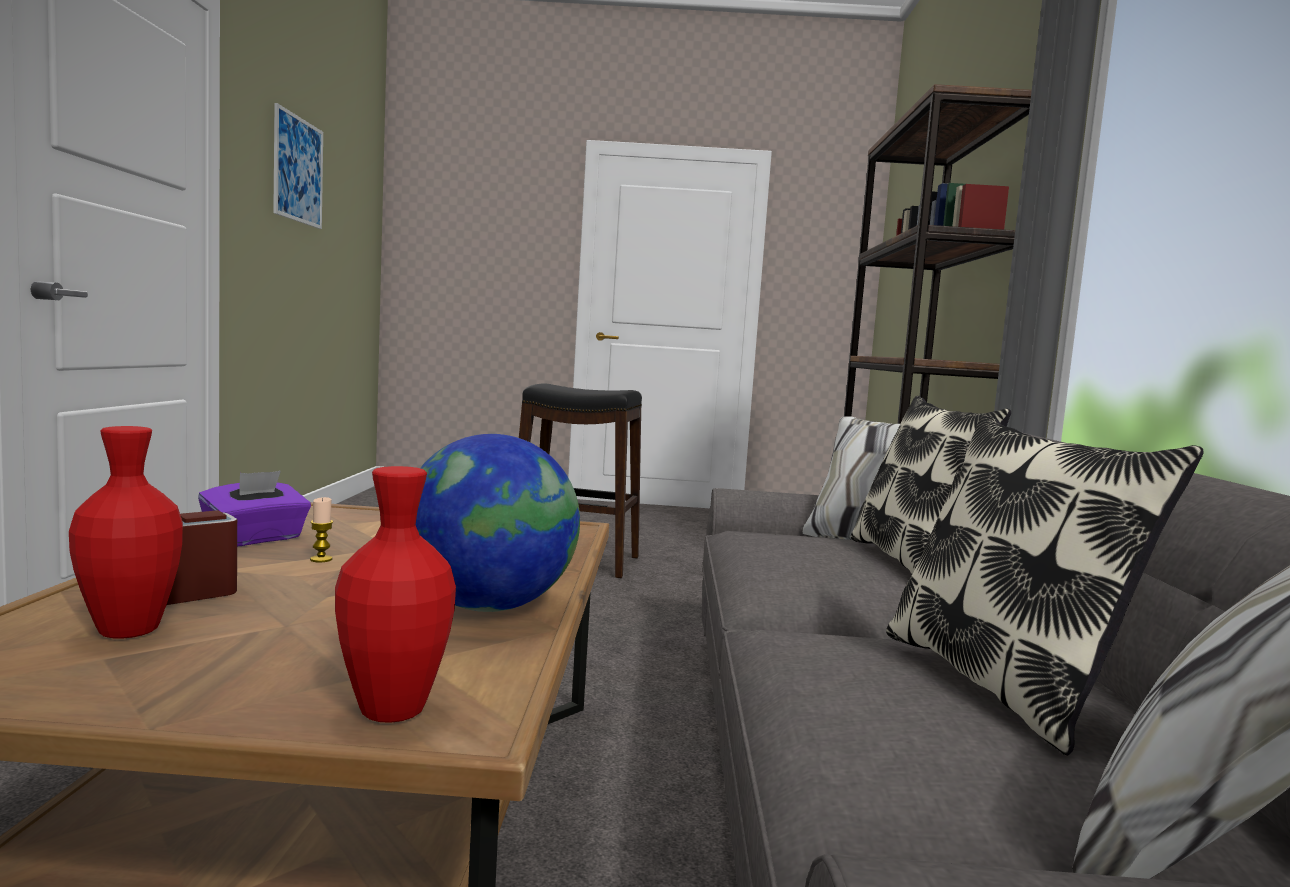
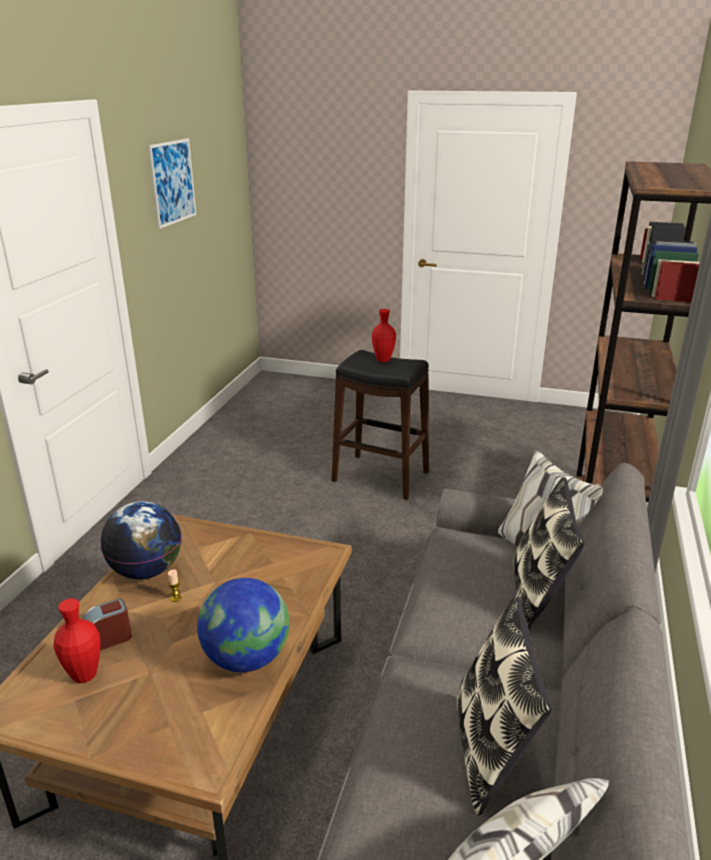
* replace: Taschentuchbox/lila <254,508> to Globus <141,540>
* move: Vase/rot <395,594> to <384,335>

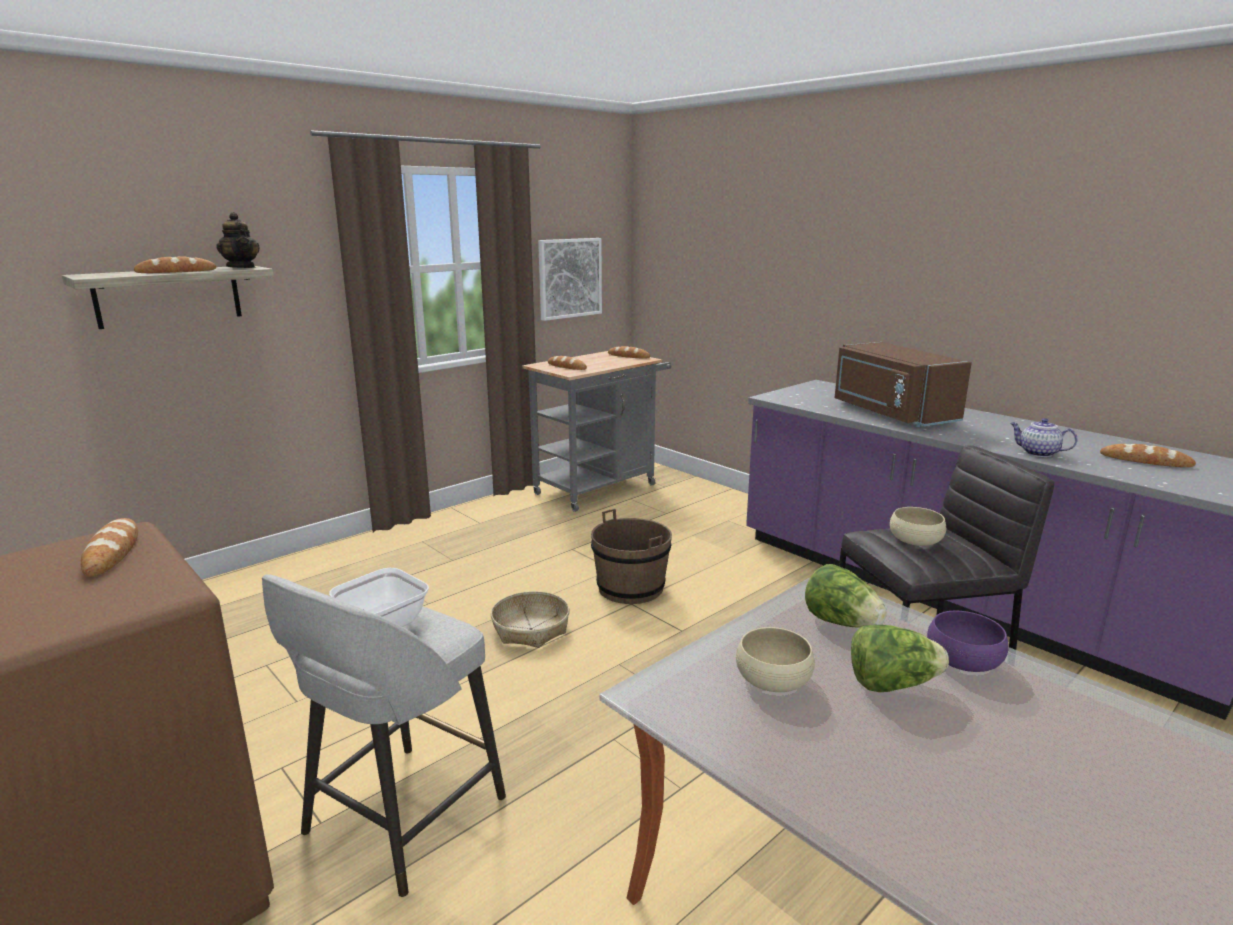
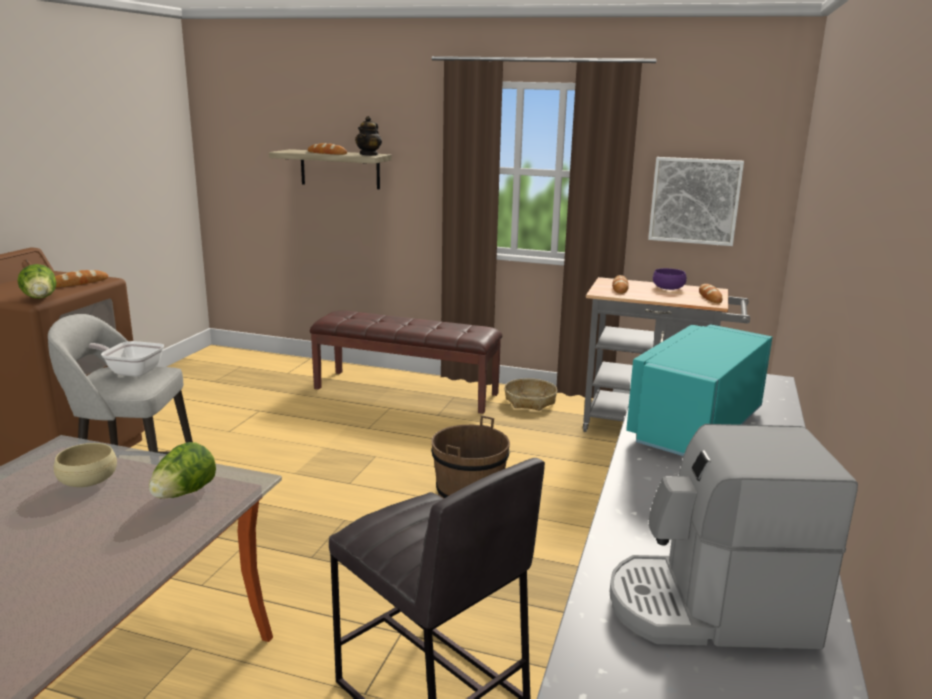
* move: Korb <530,619> to <530,394>
* recolor: Mikrowelle/braun <903,384> to Mikrowelle/türkis <699,390>
* move: Salatkopf <900,658> to <37,281>
* delete: Schüssel/beige <918,526>
* move: Schüssel/lila <968,641> to <670,279>
* delete: Teekanne <1044,437>
* replace: Brot <1148,455> to Kaffeemaschine <734,536>
* insert: Bank/braun <406,362>

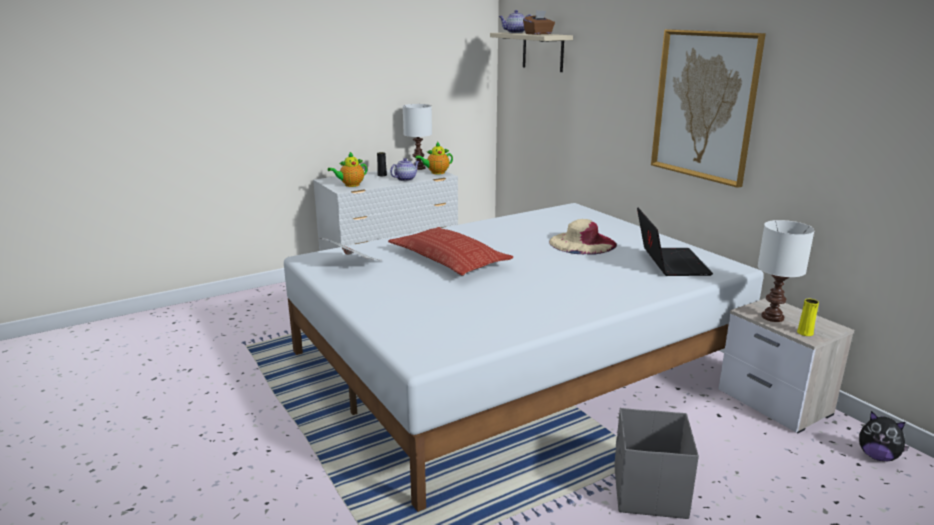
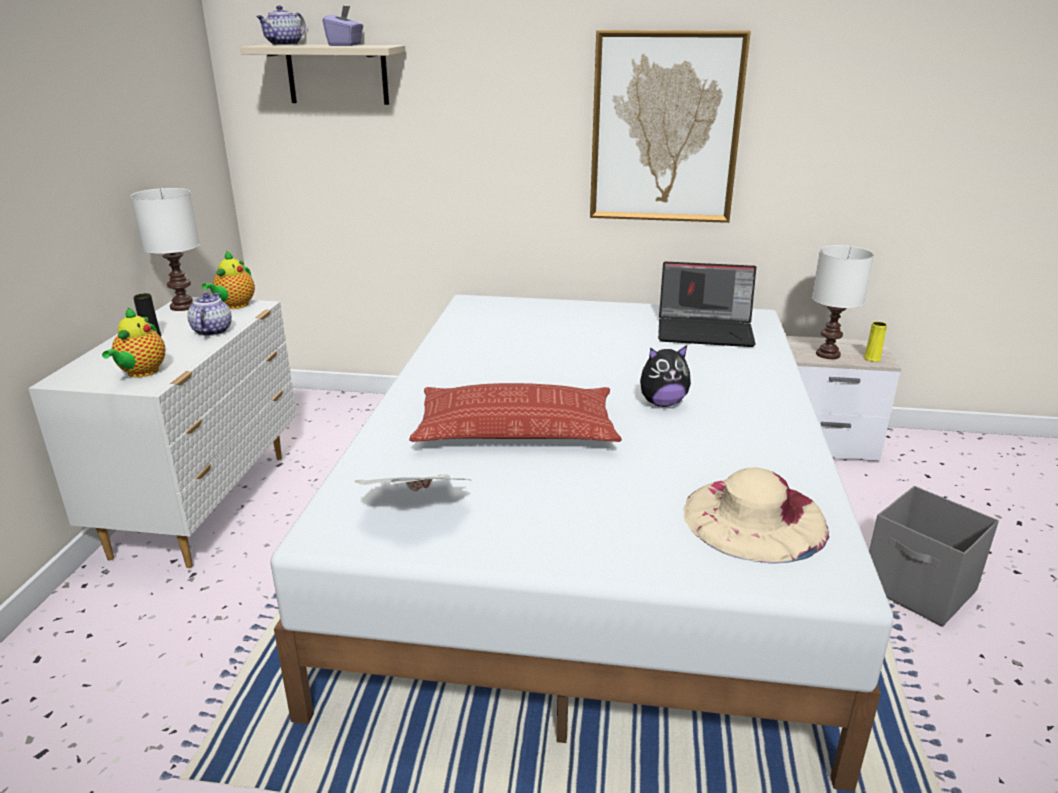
* recolor: Taschentuchbox/braun <539,23> to Taschentuchbox/lila <343,26>
* move: Hut/beige <583,237> to <756,515>
* rotate: Laptop <675,242> = <707,304> 150 degrees clockwise
* move: Plüschtier <884,436> to <665,376>

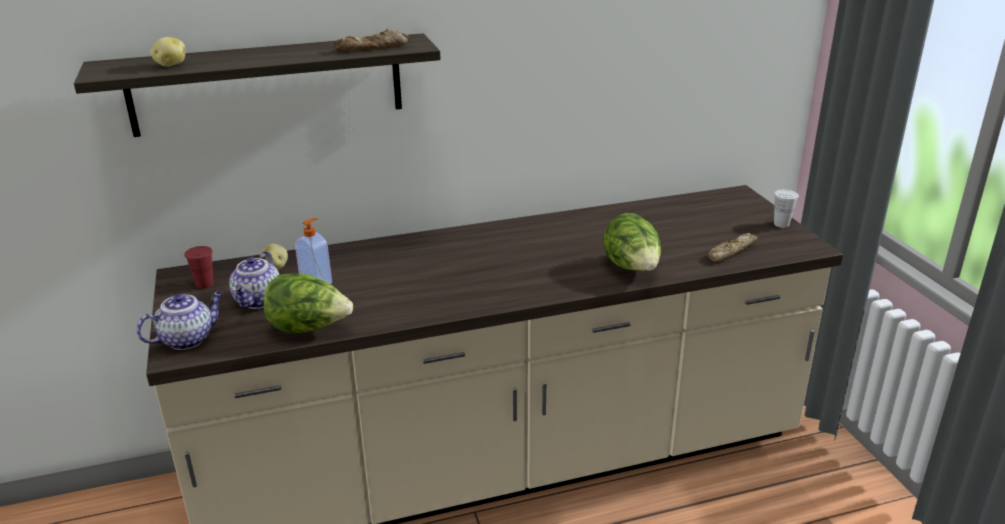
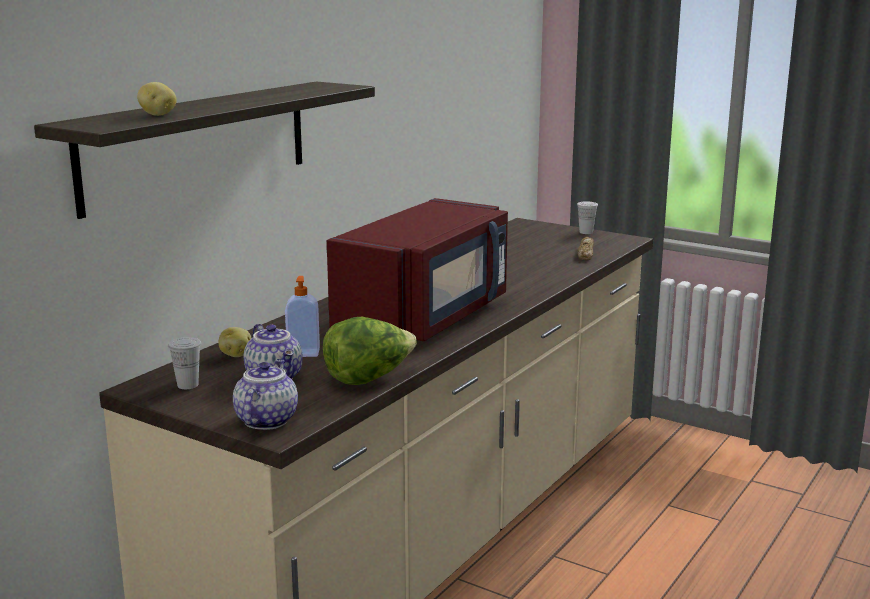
* recolor: Tasse/rot <199,267> to Tasse/weiß <184,363>
* delete: Brot <371,40>
* delete: Salatkopf <632,242>
* insert: Mikrowelle/rot <417,269>

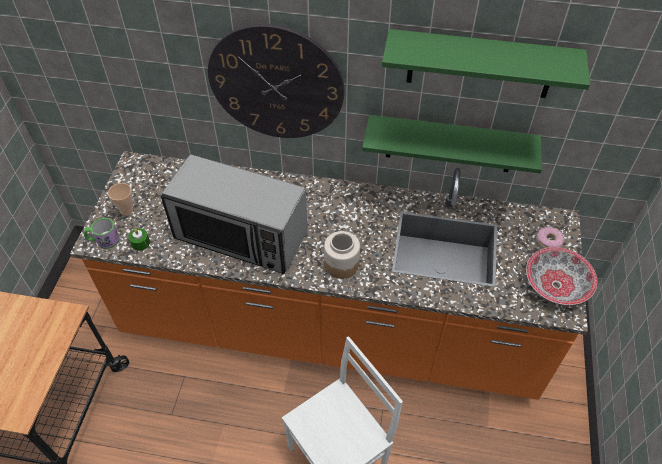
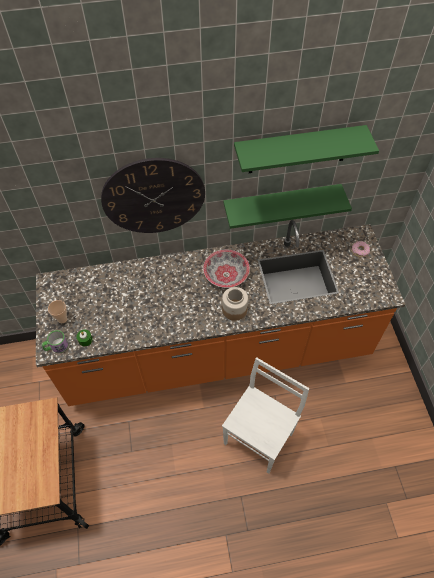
* delete: Mikrowelle <234,214>
* move: Schüssel <561,276> to <226,269>

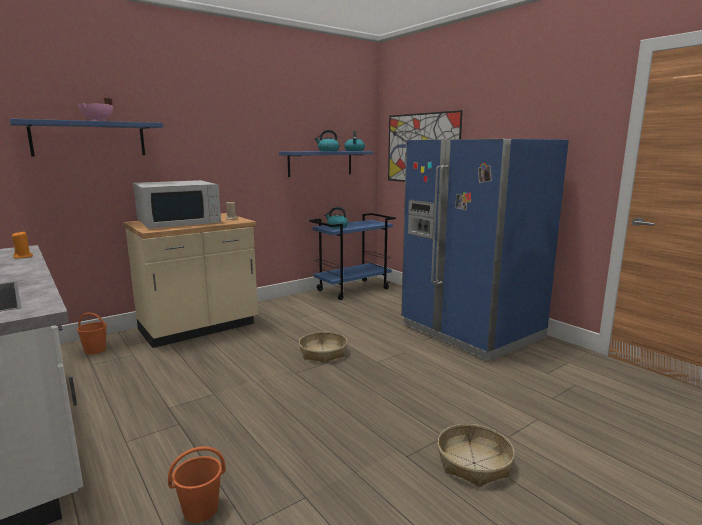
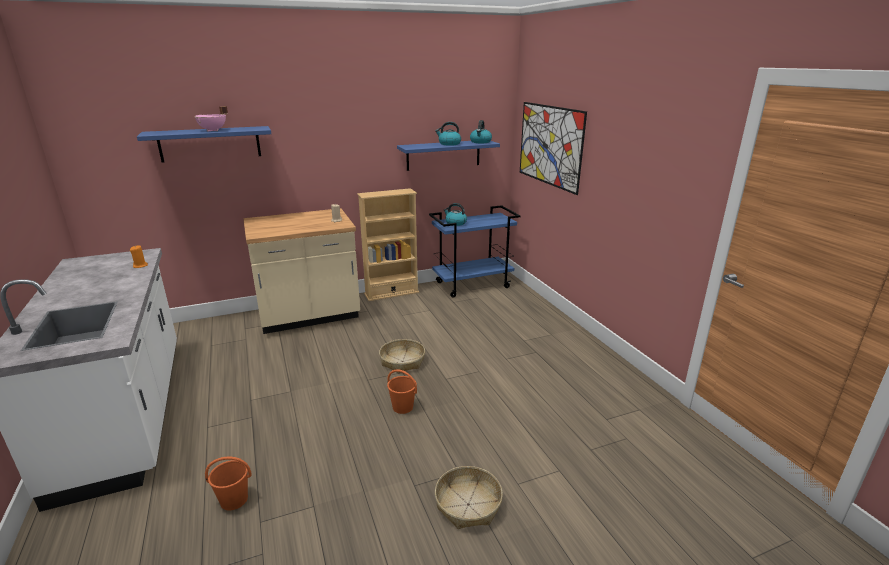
* move: Eimer/orange <92,334> to <402,391>
* delete: Mikrowelle/weiß <177,204>
* delete: Kühlschrank/blau <485,250>
* insert: Bücherregal/beige <388,244>

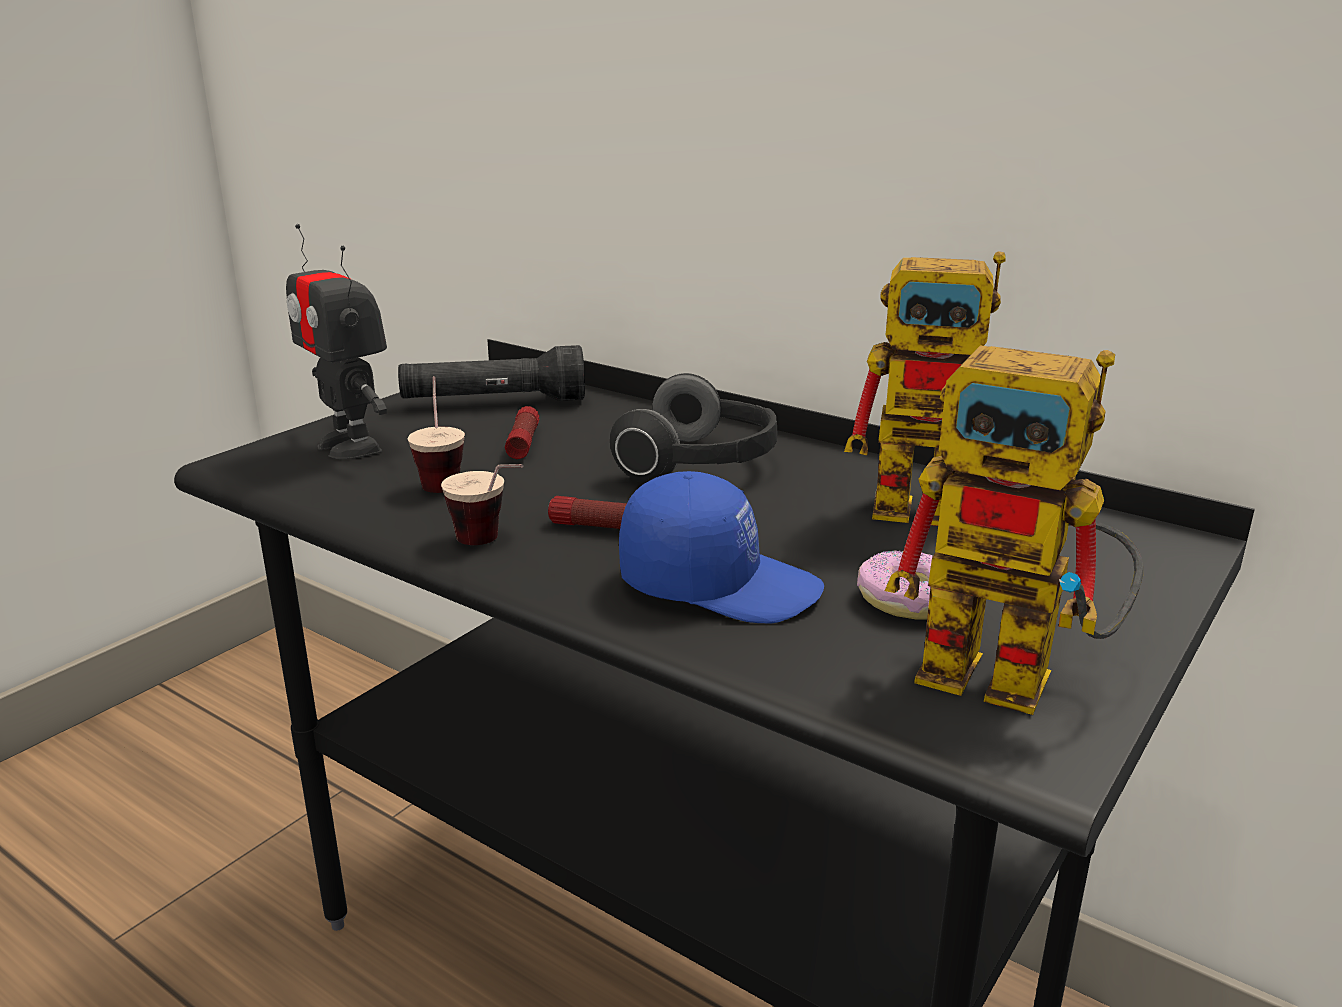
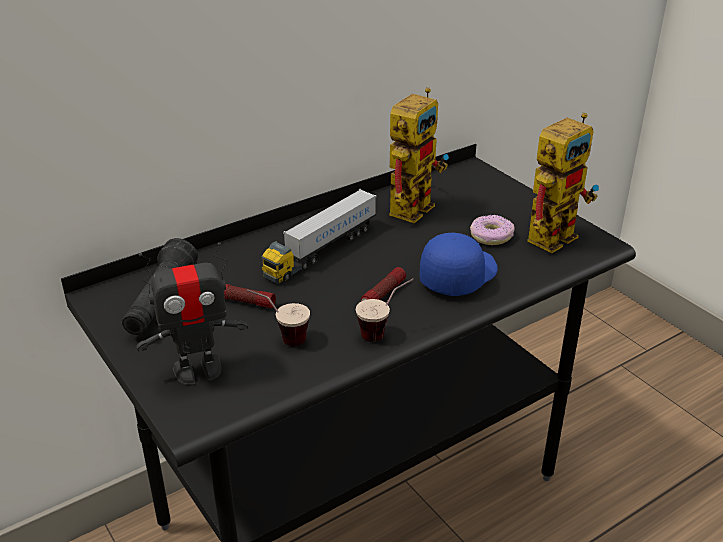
* replace: Kopfhörer <693,428> to Spielzeuglaster <319,236>

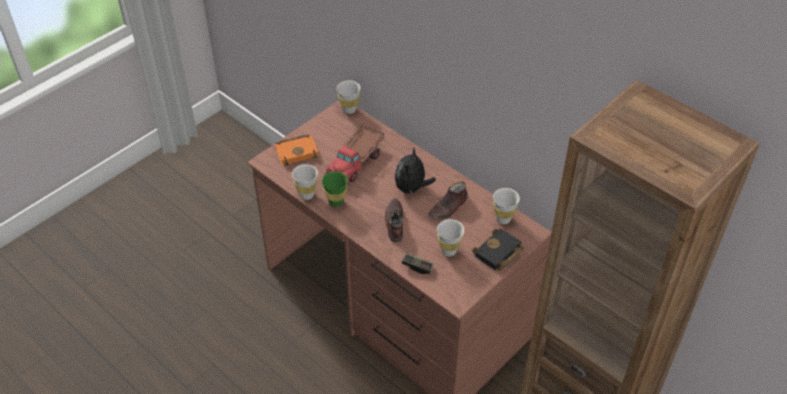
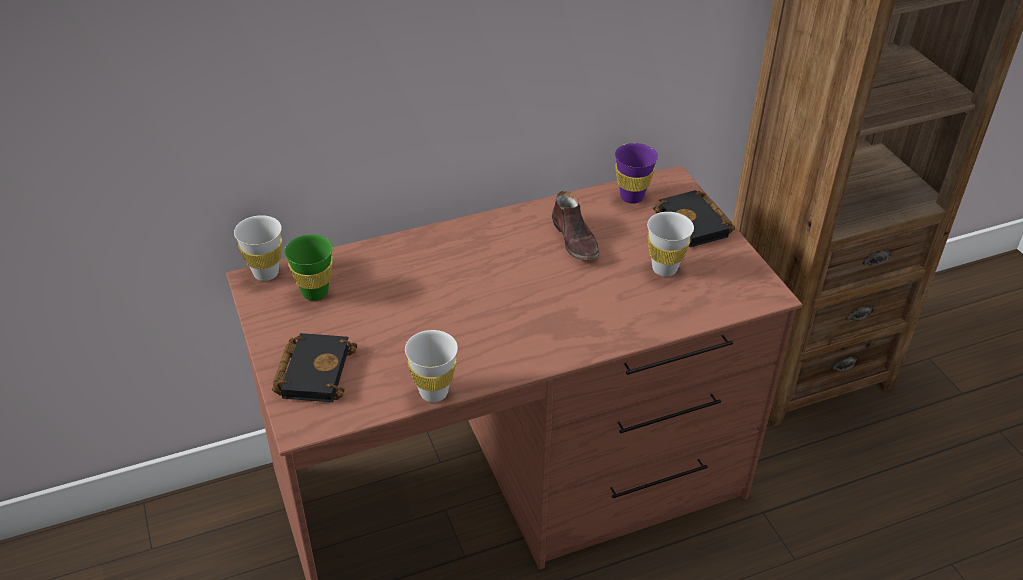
* recolor: Buch/orange <297,150> to Buch/schwarz <314,367>
* move: Tasse/grün <335,189> to <308,267>
* delete: Spielzeuglaster <355,154>
* delete: Schuh/braun <394,220>
* delete: Plüschtier <415,172>
* delete: Gamepad <417,263>
* recolor: Tasse/weiß <506,206> to Tasse/lila <636,173>

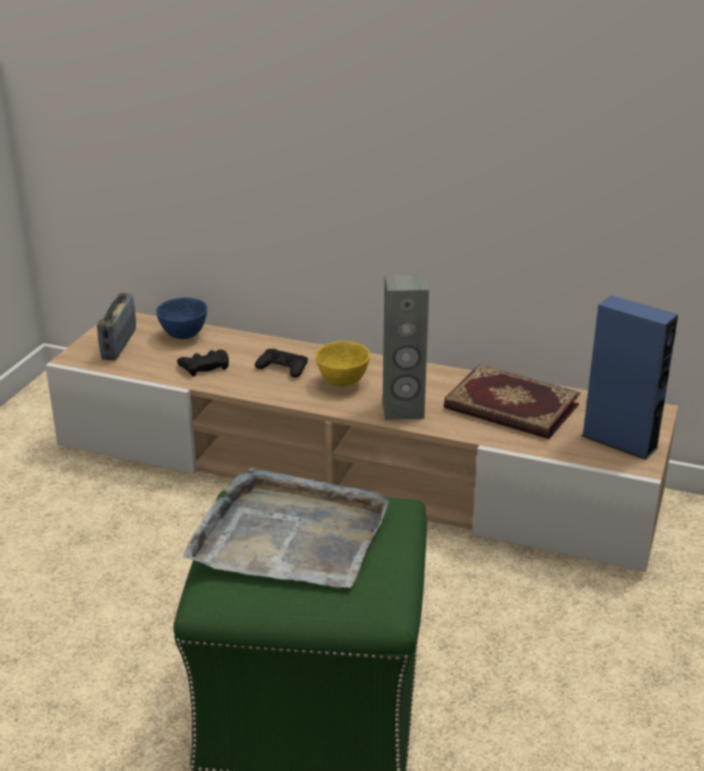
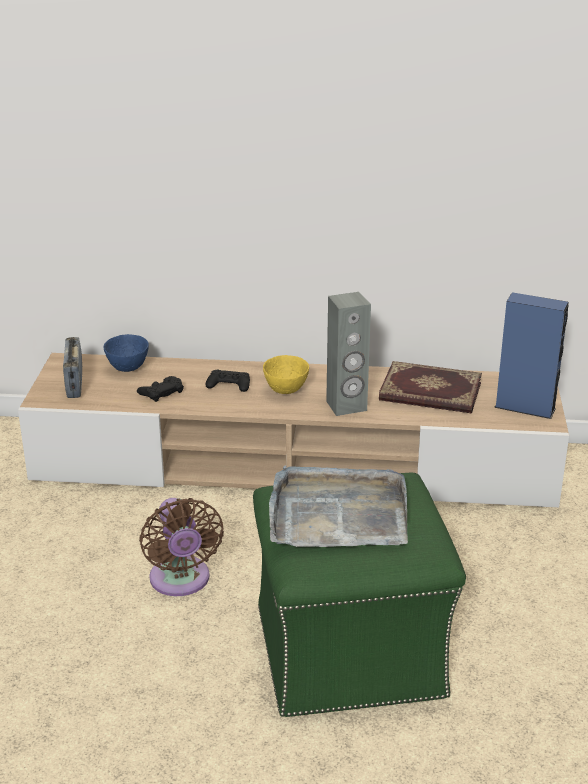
* insert: Ventilator/braun <181,547>

